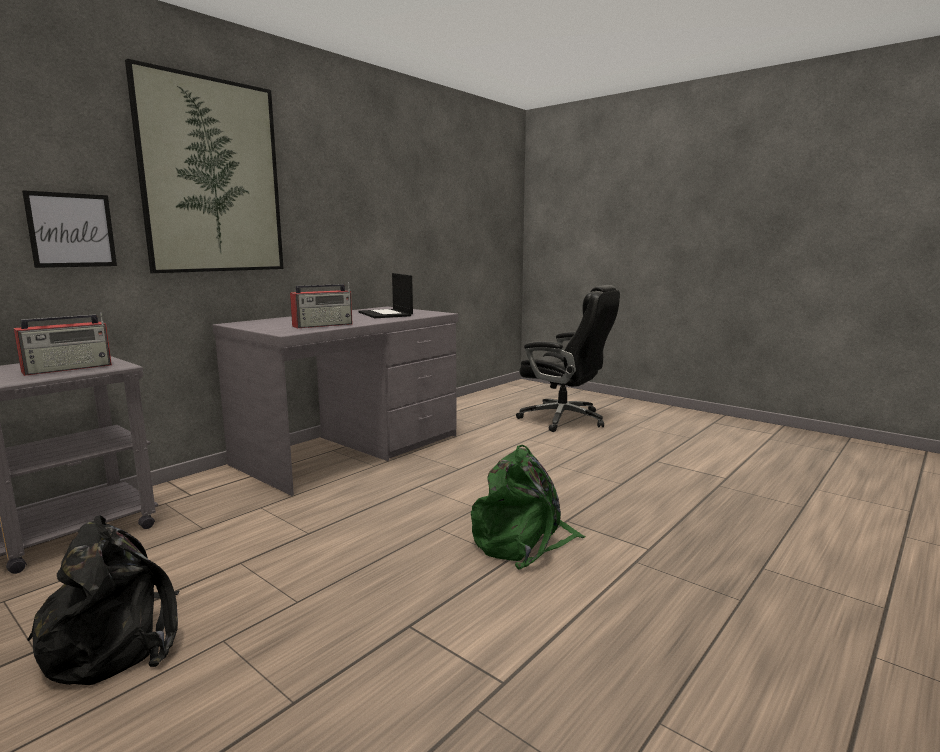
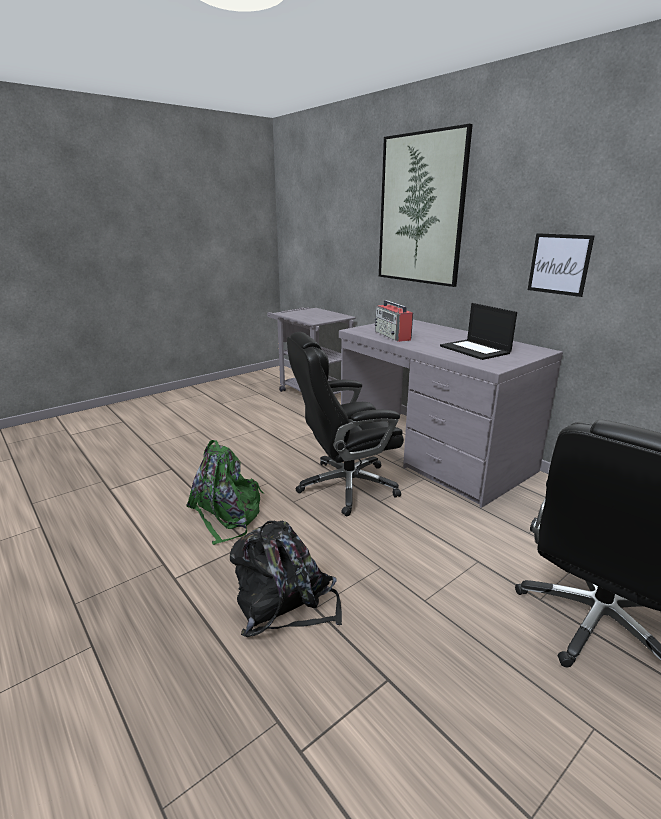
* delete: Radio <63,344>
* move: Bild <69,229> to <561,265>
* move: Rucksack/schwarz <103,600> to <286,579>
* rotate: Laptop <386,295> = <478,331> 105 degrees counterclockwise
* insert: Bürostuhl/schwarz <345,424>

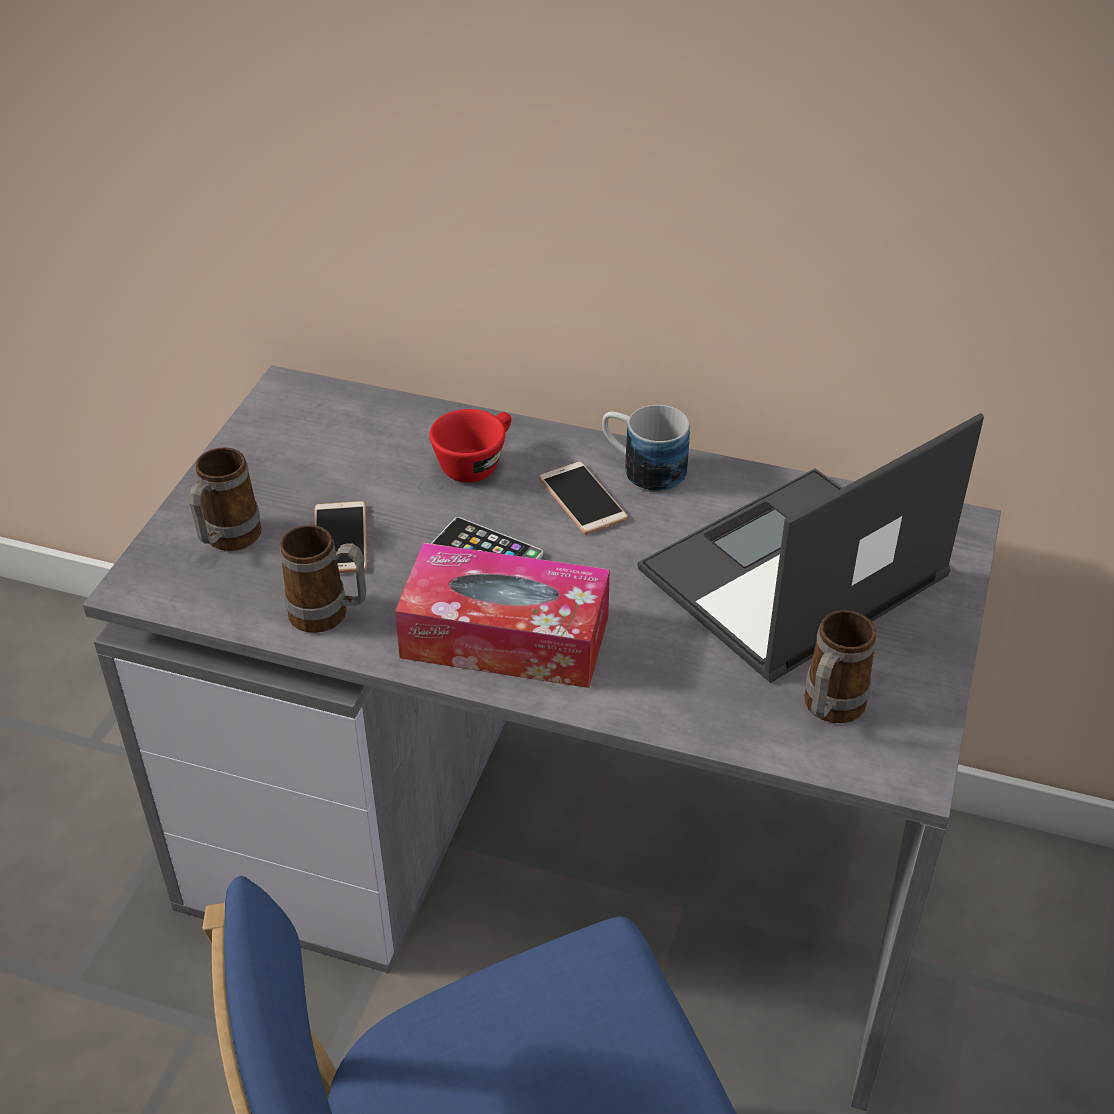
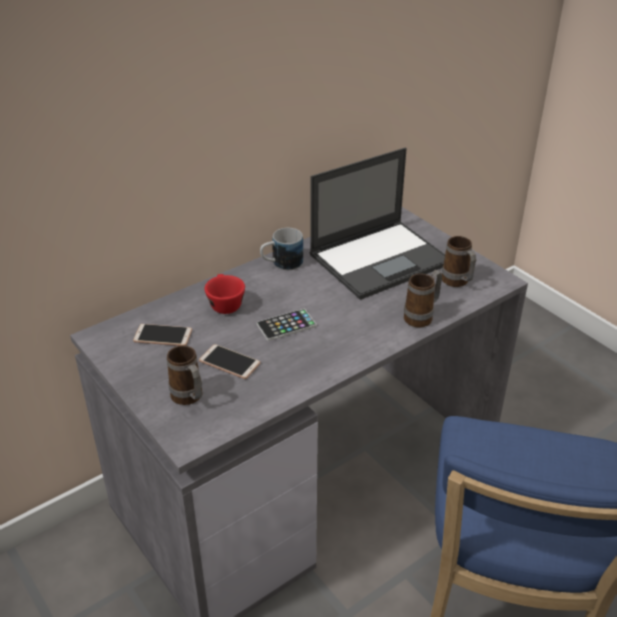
* move: Henkelbecher <323,579> to <423,299>
* delete: Taschentuchbox <502,615>
* move: Handy <583,497> to <162,335>
* rotate: Laptop <811,548> = <377,224> 120 degrees counterclockwise

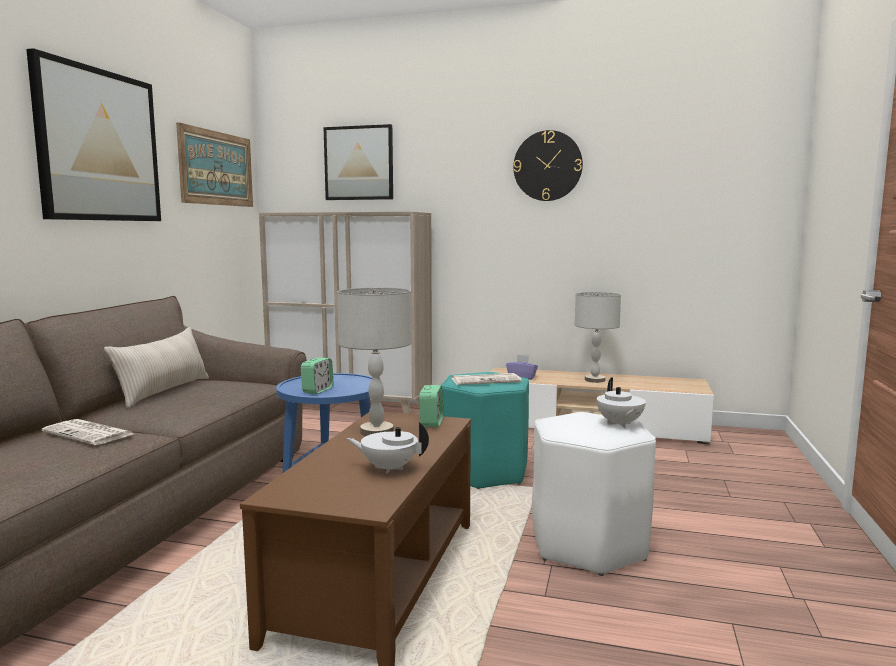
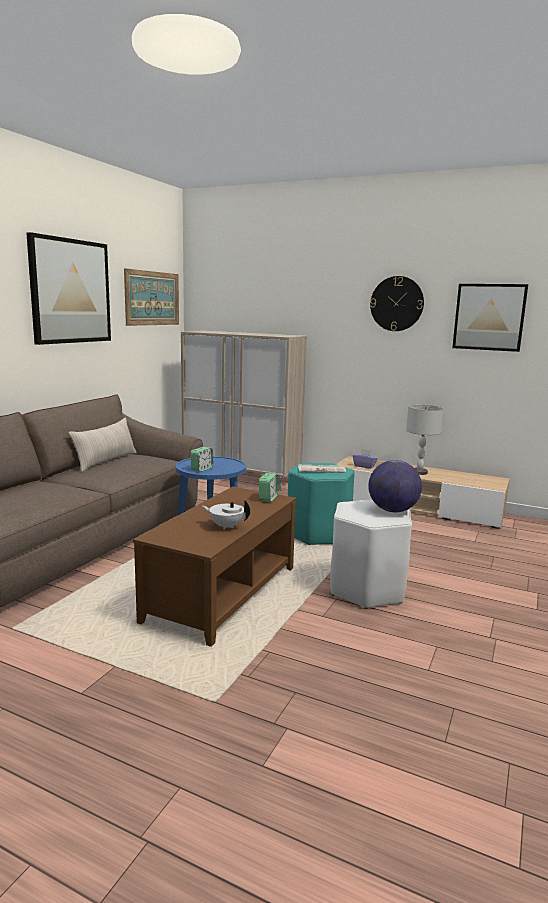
* delete: Zeitung <88,432>
* move: Bild <358,162> to <490,318>
* delete: Tischlampe/grau <374,362>
* replace: Teekanne/weiß <621,403> to Globus <395,486>

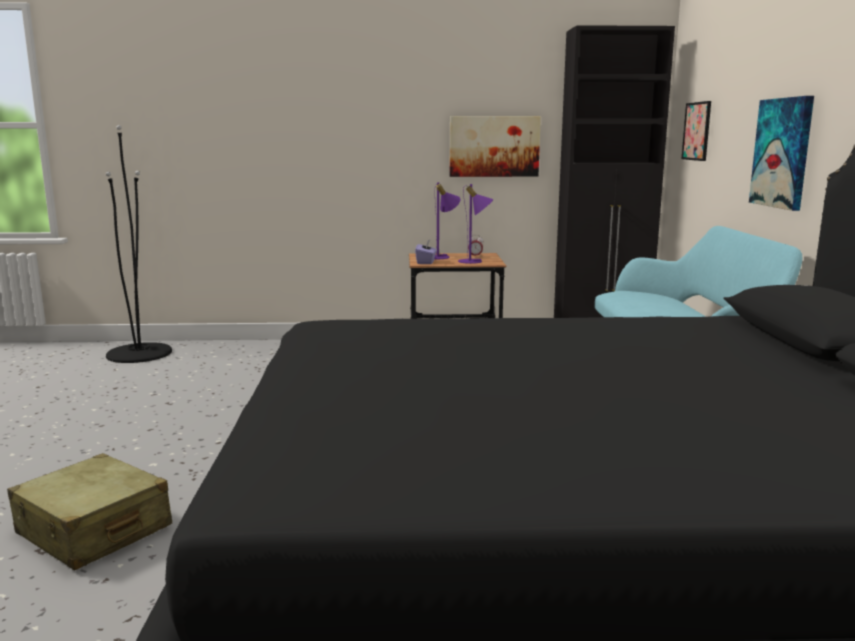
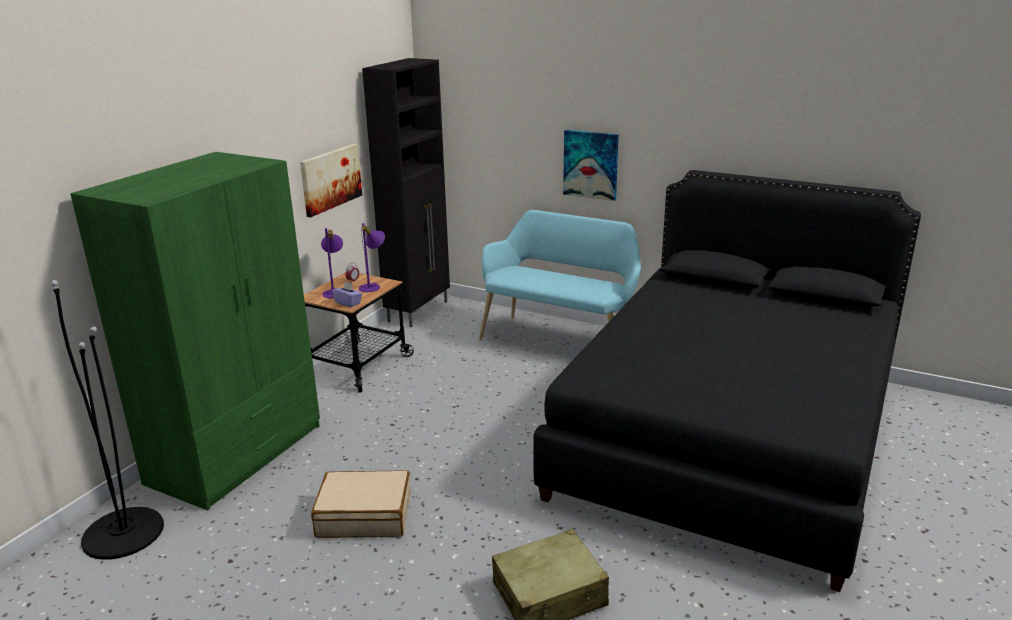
* delete: Bild <696,131>
* insert: Kleiderschrank/grün <195,331>
* insert: Koffer/beige <361,504>

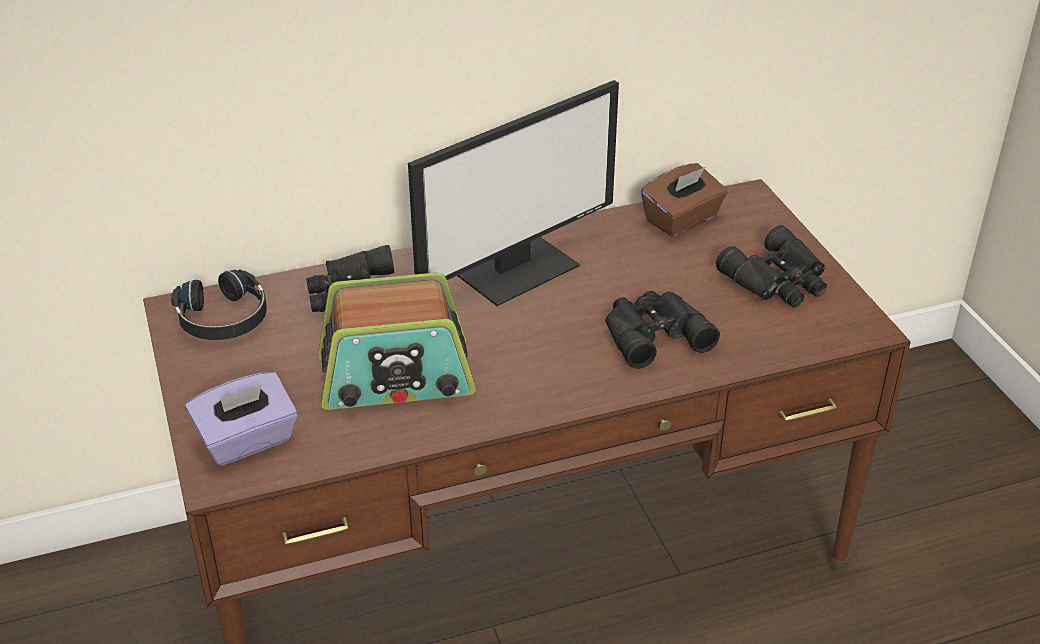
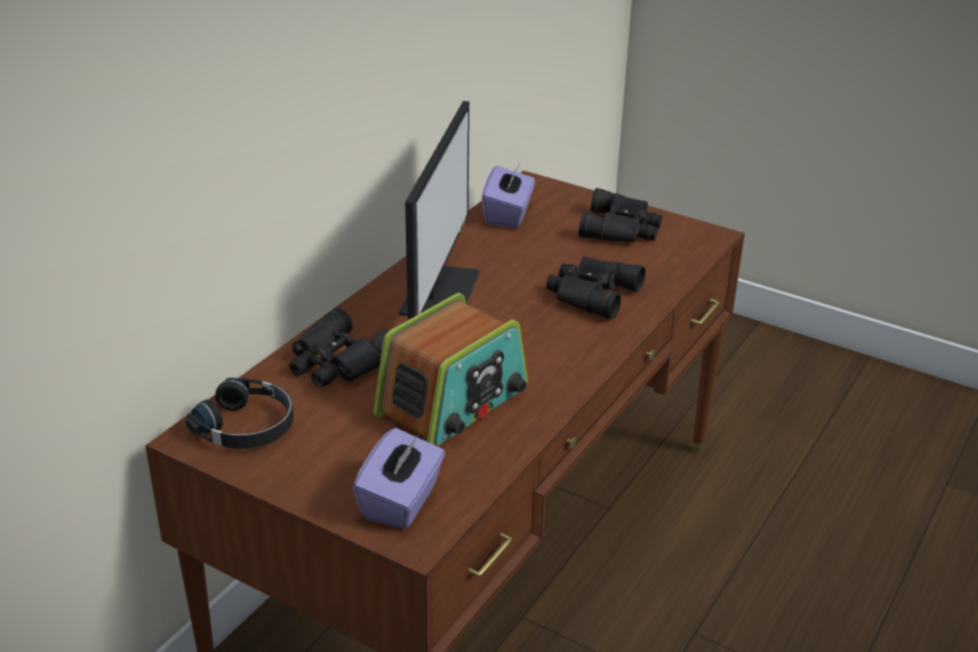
* recolor: Taschentuchbox/braun <684,200> to Taschentuchbox/lila <508,195>

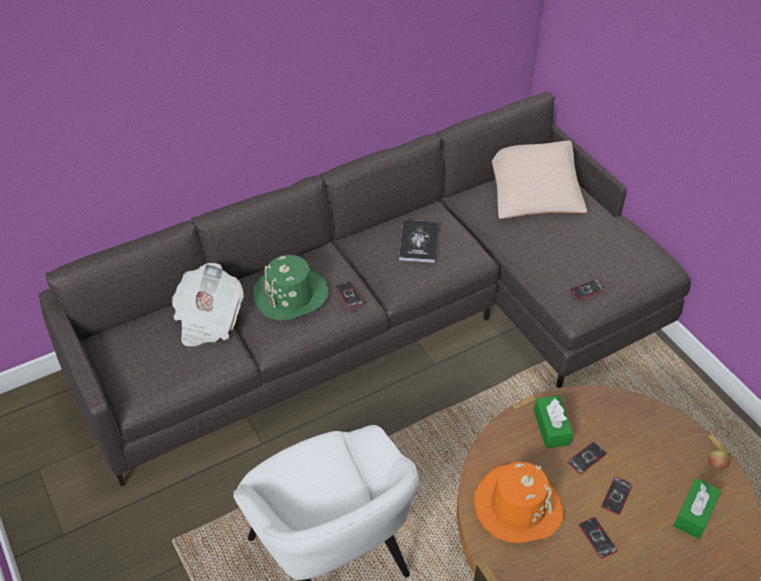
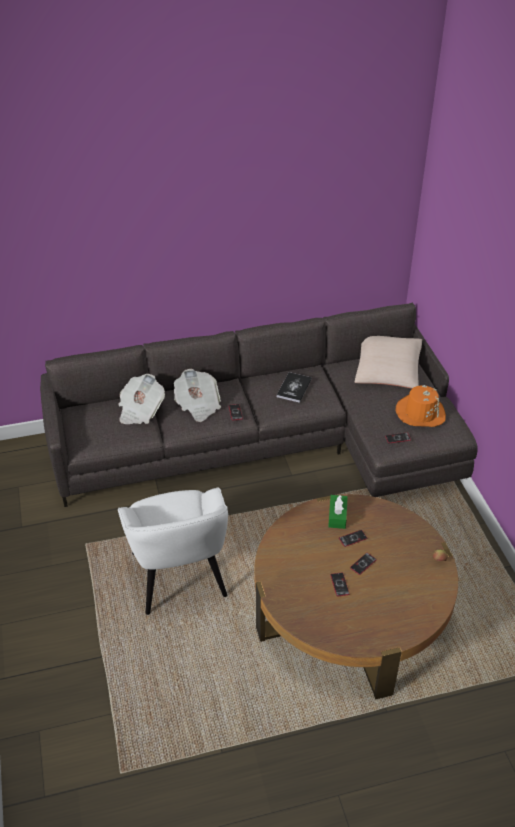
* replace: Hut/grün <291,287> to Zeitung <197,395>
* move: Hut/orange <518,502> to <421,406>
* delete: Taschentuchbox/grün <698,508>

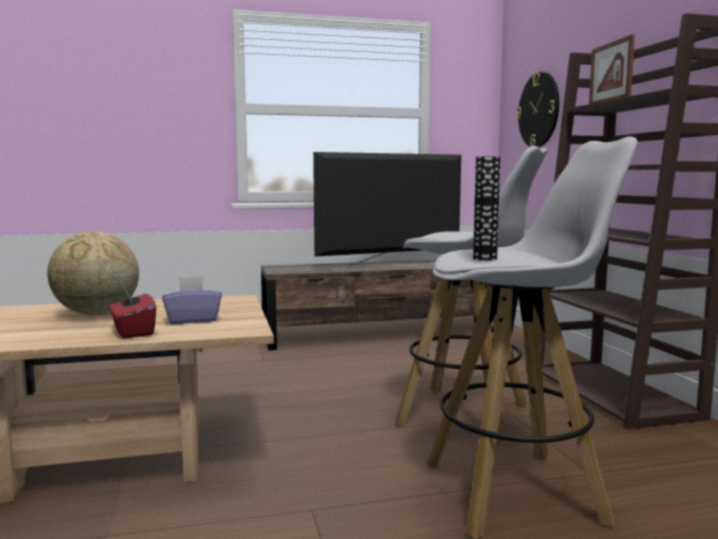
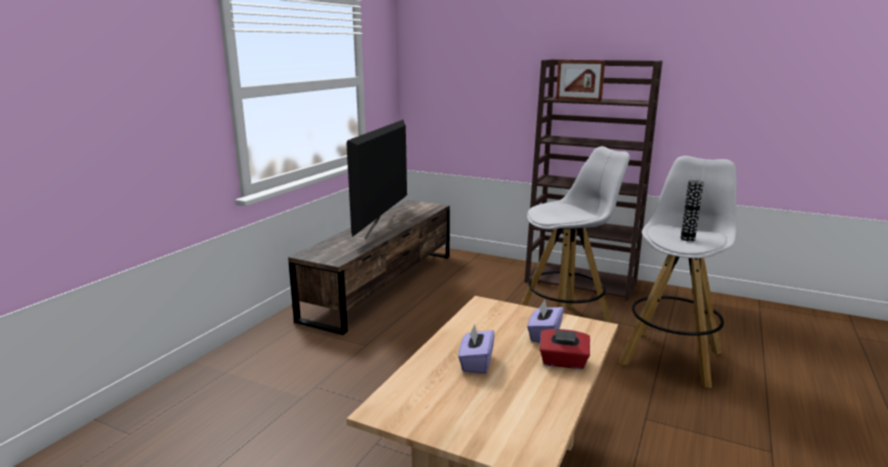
* replace: Globus <93,273> to Taschentuchbox/lila <476,349>
* delete: Wanduhr <537,109>

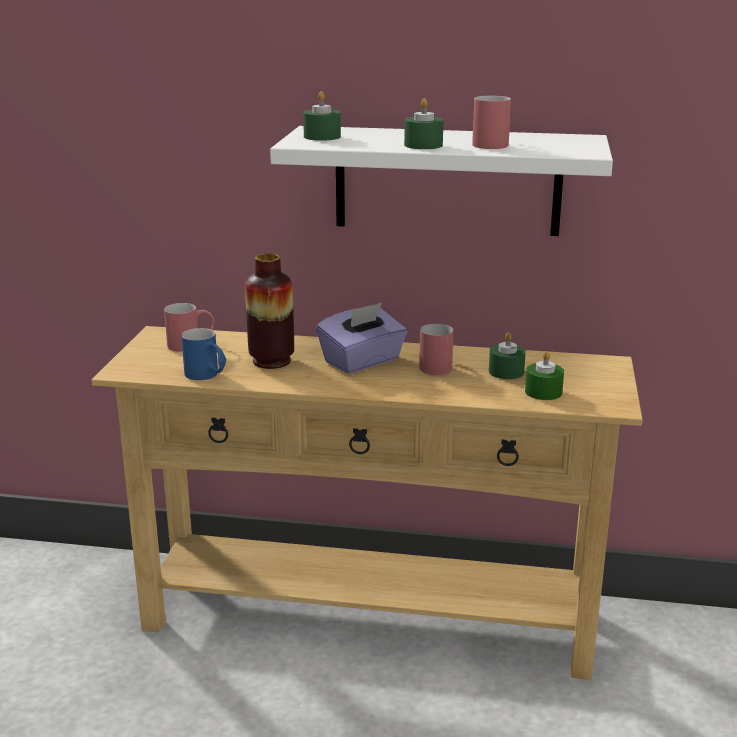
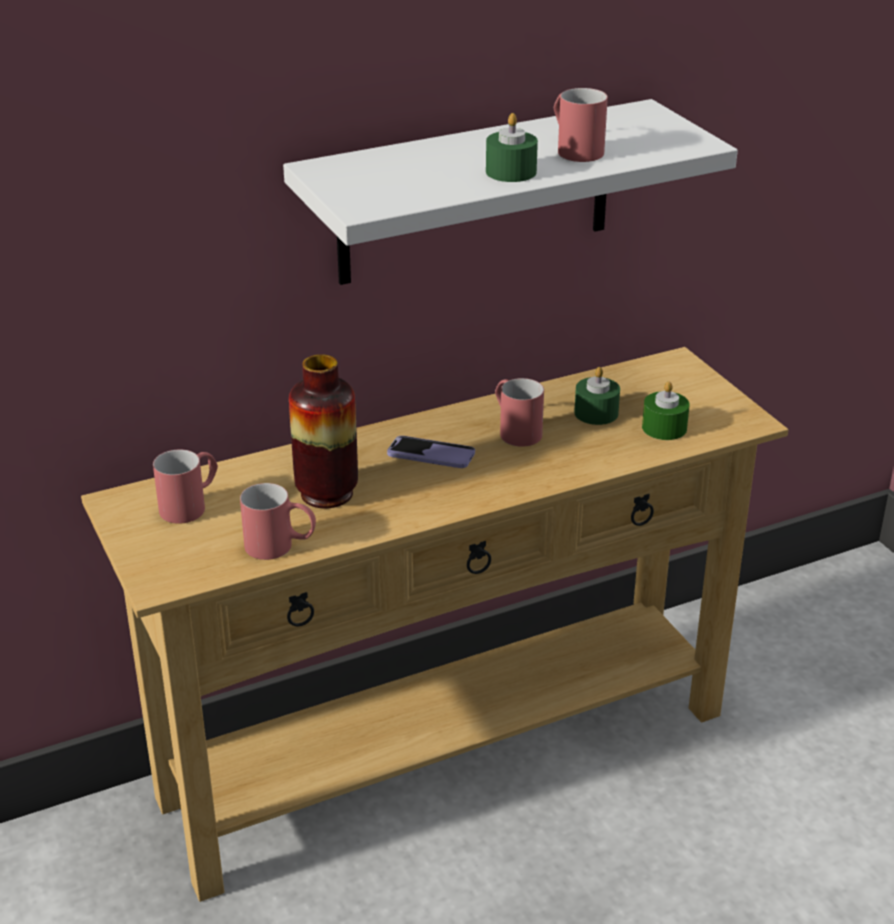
* recolor: Henkelbecher/blau <203,354> to Henkelbecher/rot <278,521>
* delete: Kerze/grün <322,116>
* replace: Taschentuchbox/lila <362,338> to Handy <431,452>

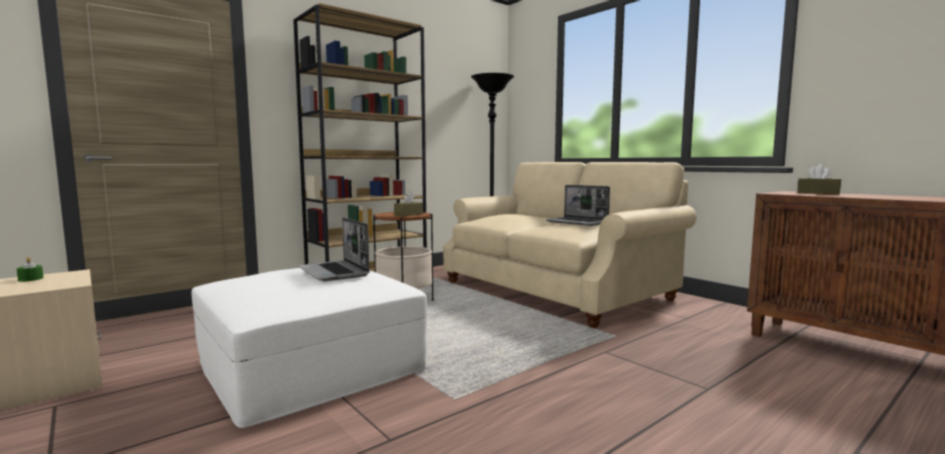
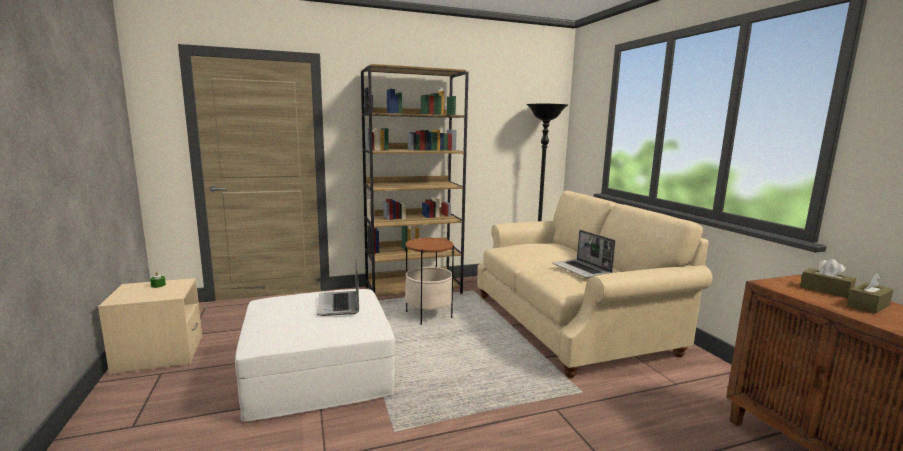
* move: Taschentuchbox/braun <408,204> to <870,293>

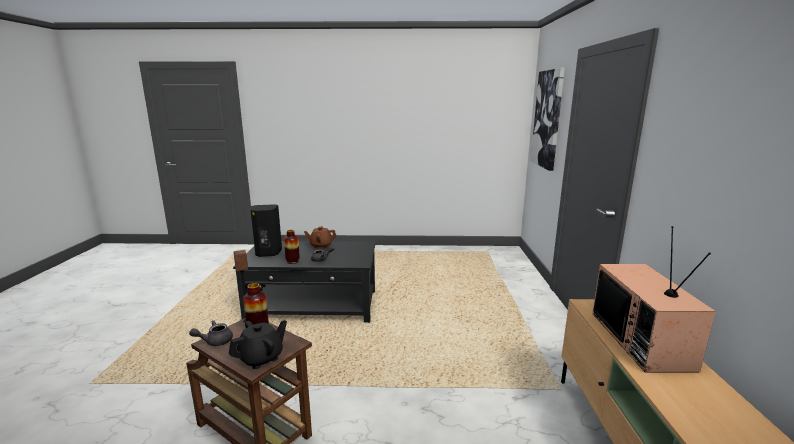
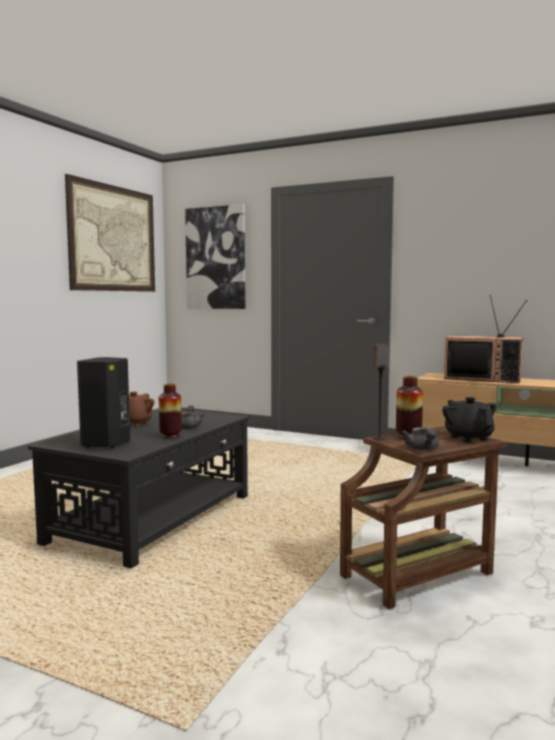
* insert: Bild <110,233>

